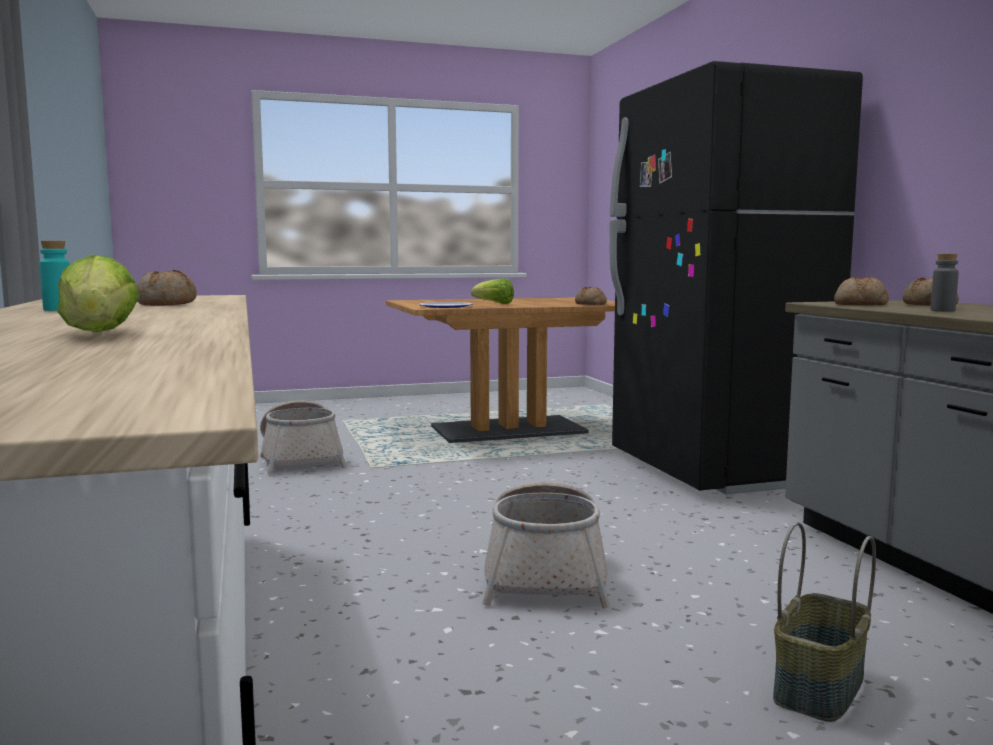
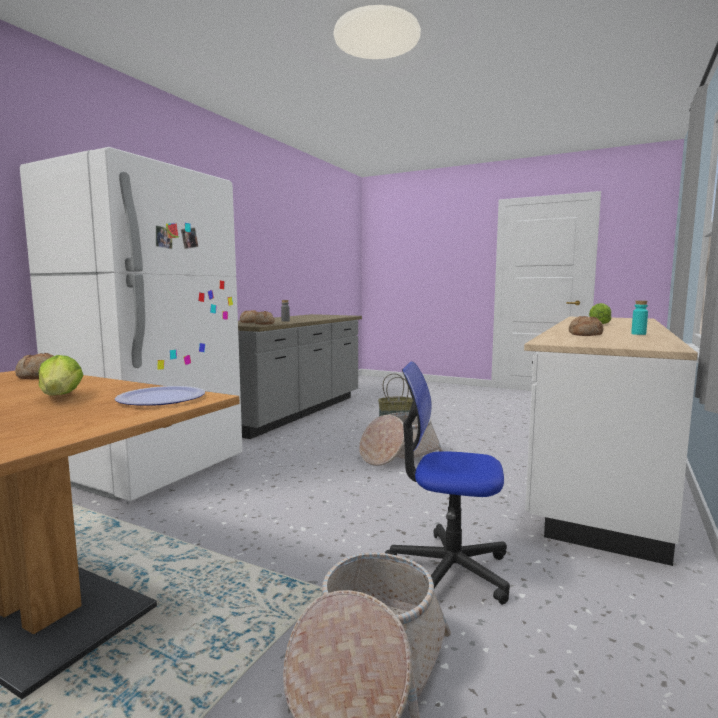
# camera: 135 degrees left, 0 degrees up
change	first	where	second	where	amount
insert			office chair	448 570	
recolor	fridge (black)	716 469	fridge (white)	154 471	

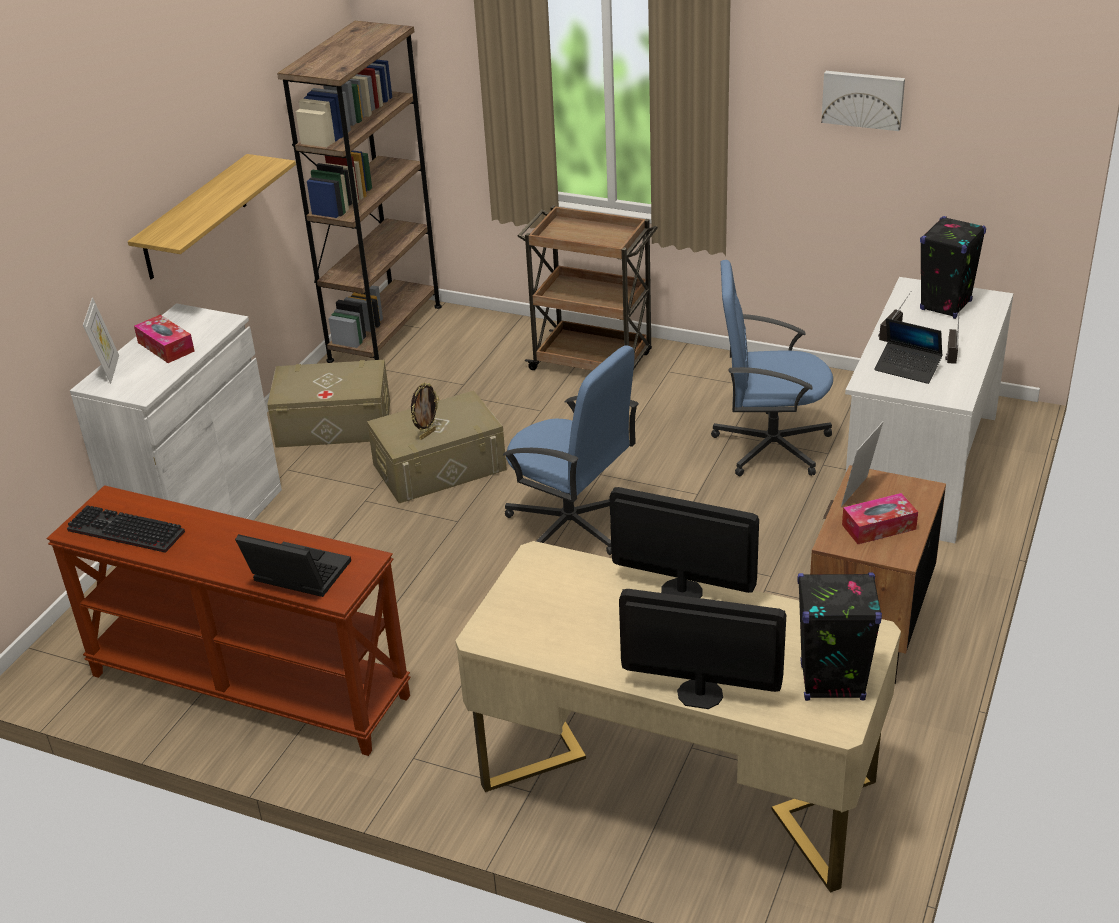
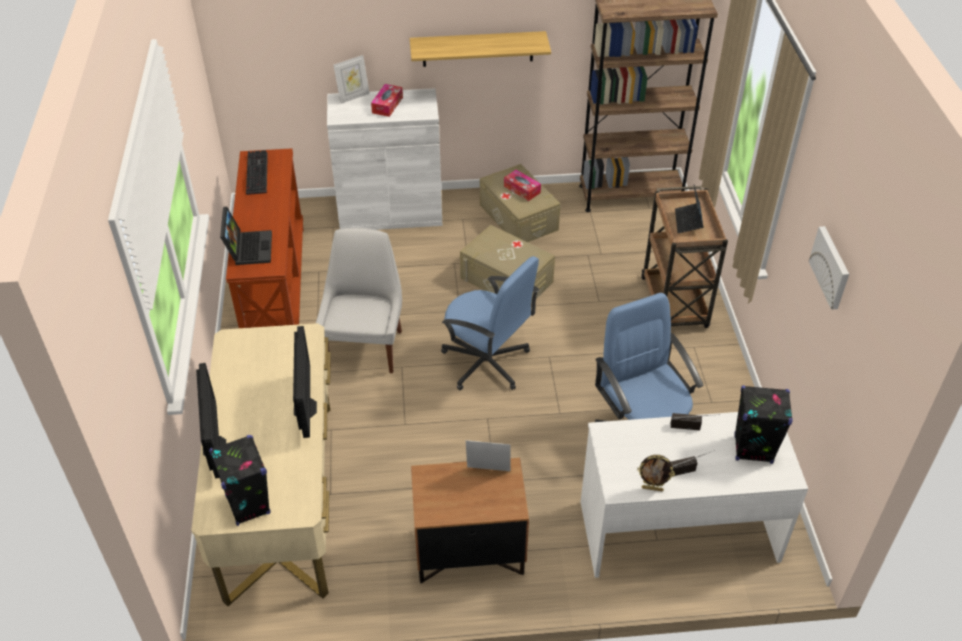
# camera: 60 degrees right, 10 degrees up
change	first	where	second	where	amount
insert			chair (white)	365 347	
move	picture frame	427 434		652 488	
move	tissue box	878 527		522 189	
move	laptop	907 368		688 221	
rotate	office chair (blue)	571 525		486 363	60 degrees counterclockwise

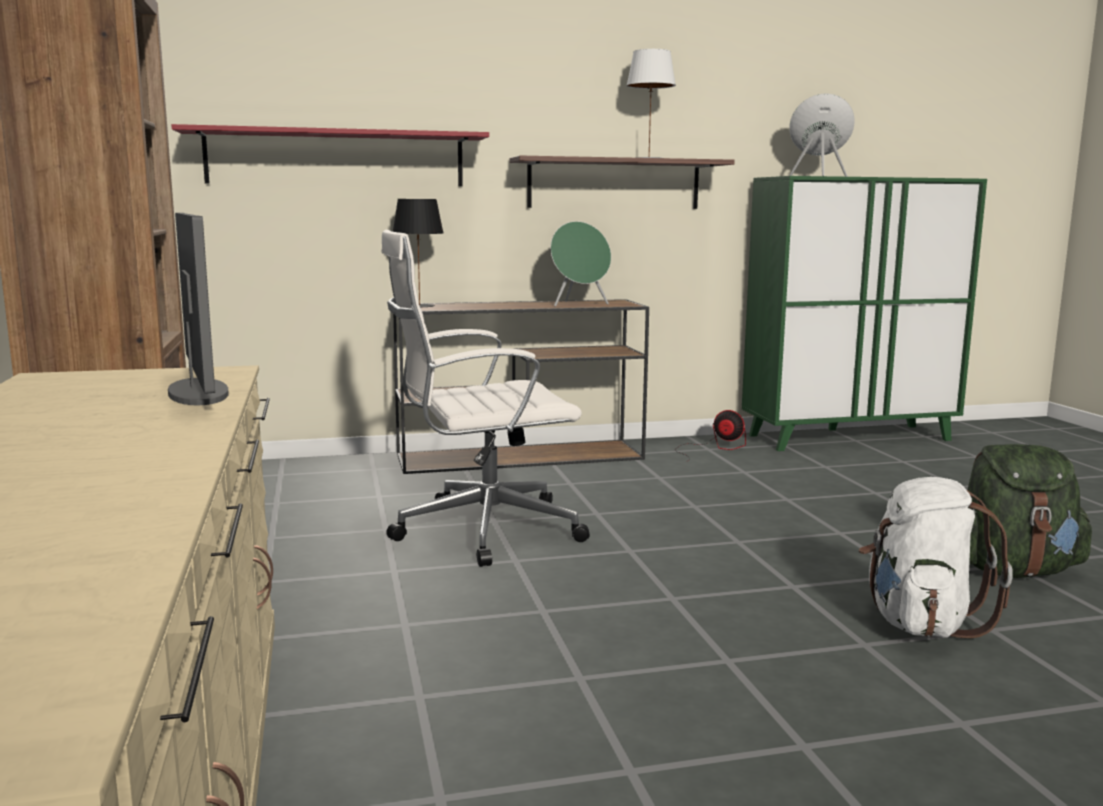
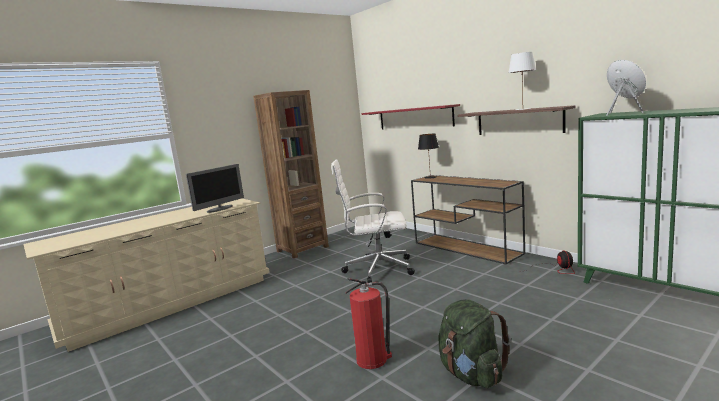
# camera: 65 degrees right, 0 degrees up
change	first	where	second	where	amount
delete	speaker (green)	579 304			
replace	backpack (white)	919 623	fire extinguisher	373 360	
rotate	office chair (white)	482 530		377 269	45 degrees counterclockwise

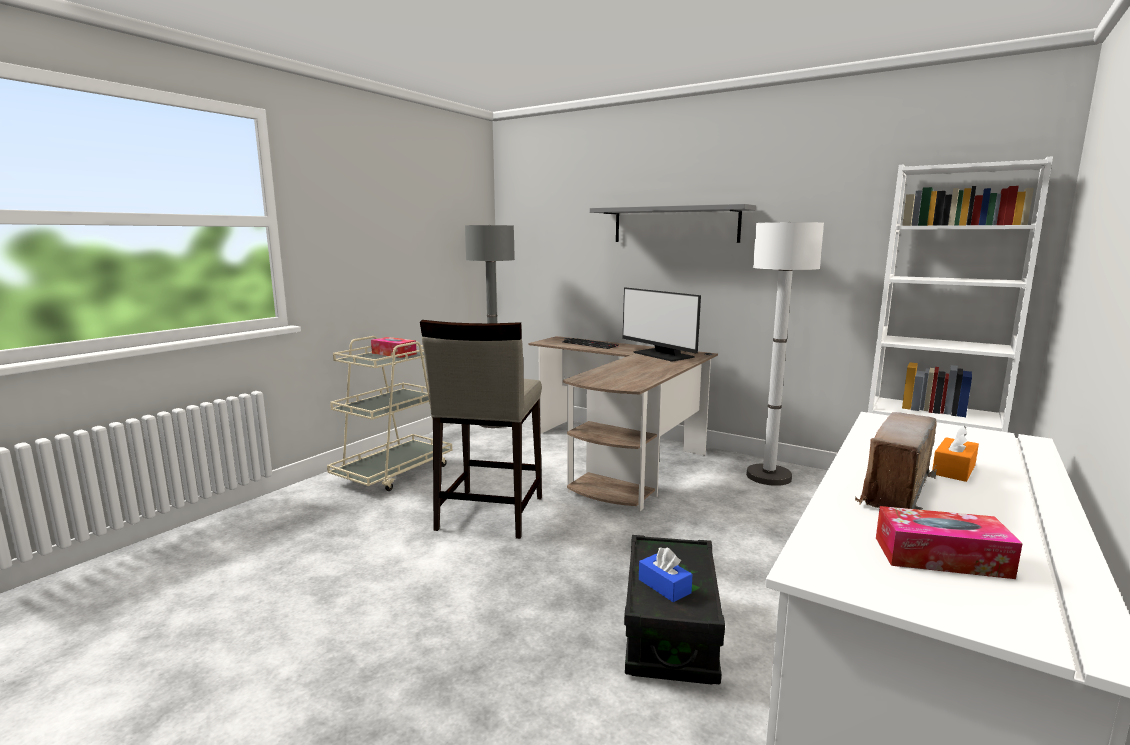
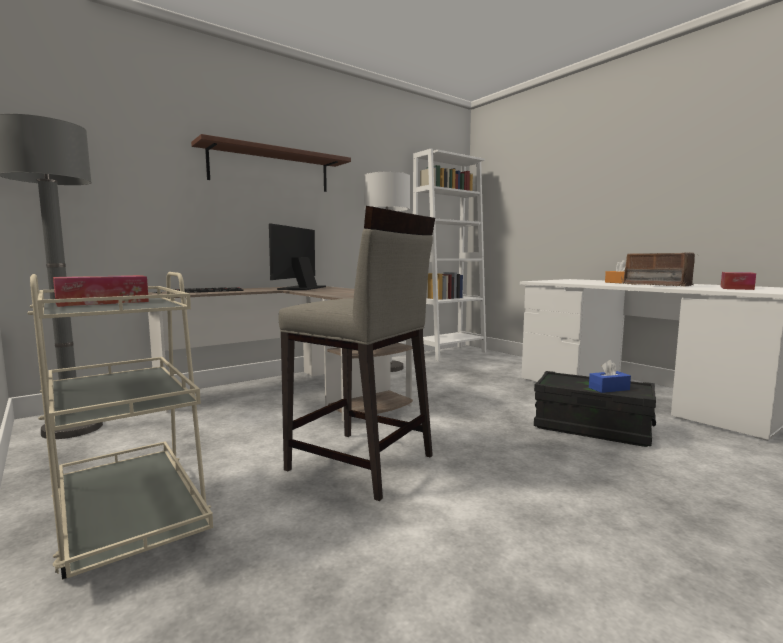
# camera: 70 degrees left, 5 degrees down
change	first	where	second	where	amount
recolor	shelf (grey)	675 224	shelf (brown)	270 169	
rotate	monitor	662 355		301 288	120 degrees clockwise

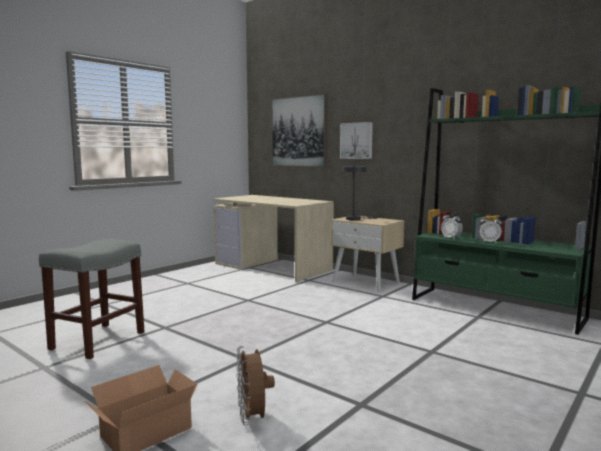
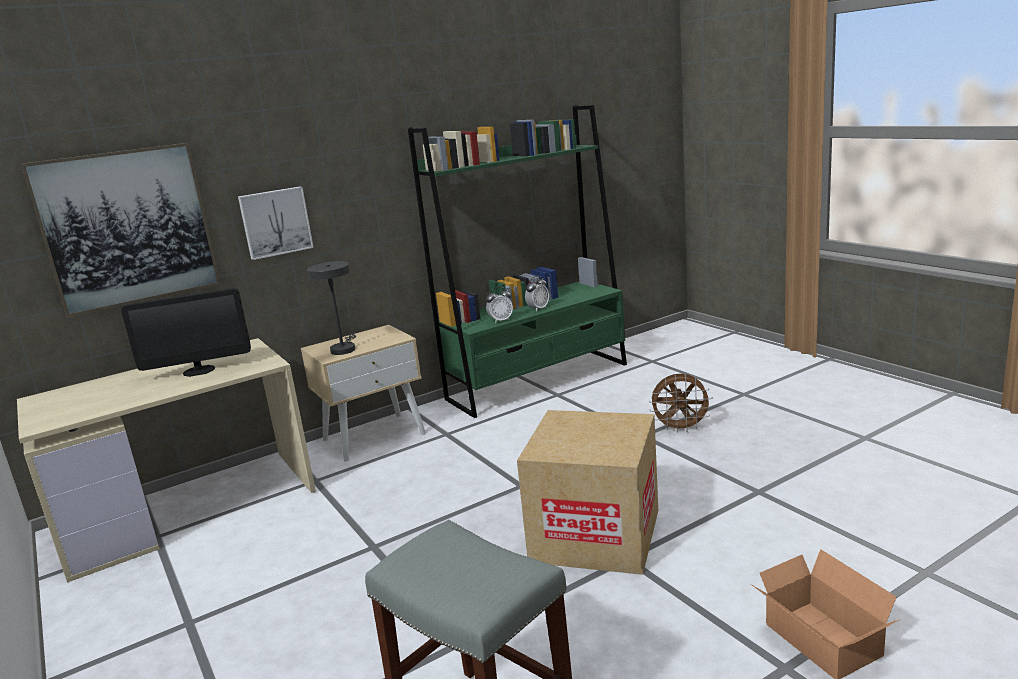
# camera: 70 degrees left, 10 degrees up
change	first	where	second	where	amount
insert			monitor	199 371	
insert			cardboard box	595 535	
move	fan (brown)	253 418		681 428	

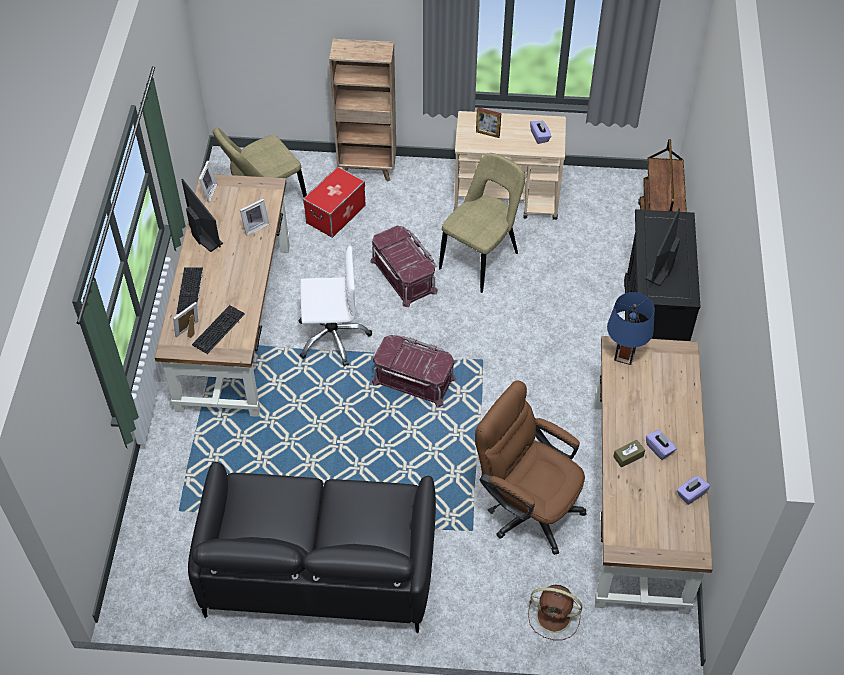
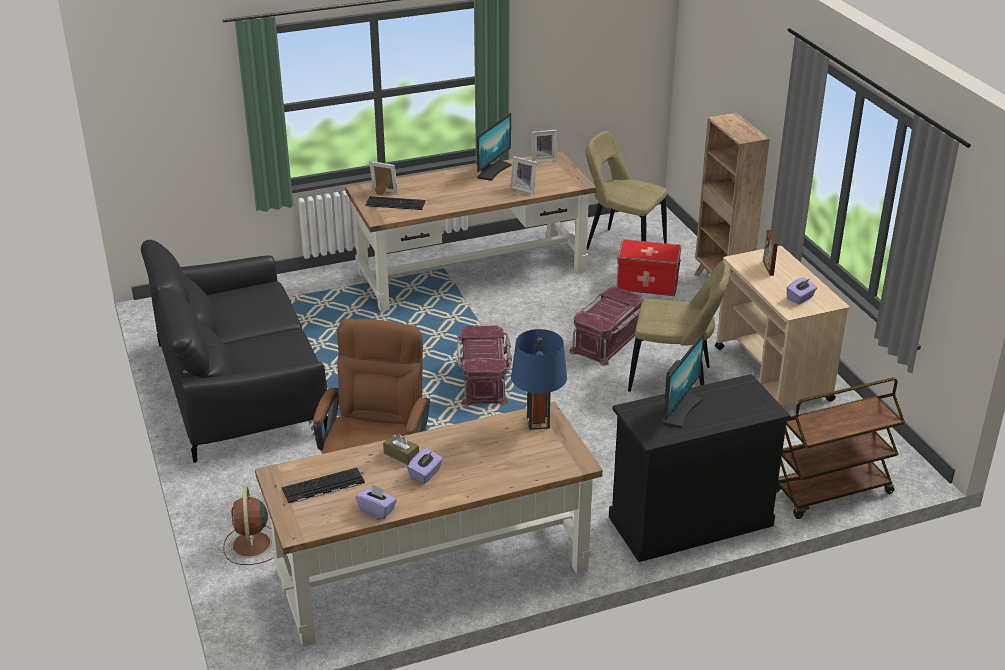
# camera: 65 degrees right, 20 degrees down
change	first	where	second	where	amount
delete	office chair (white)	332 336			
move	keyboard	190 291		322 487	
rotate	monitor	661 268		679 410	120 degrees clockwise

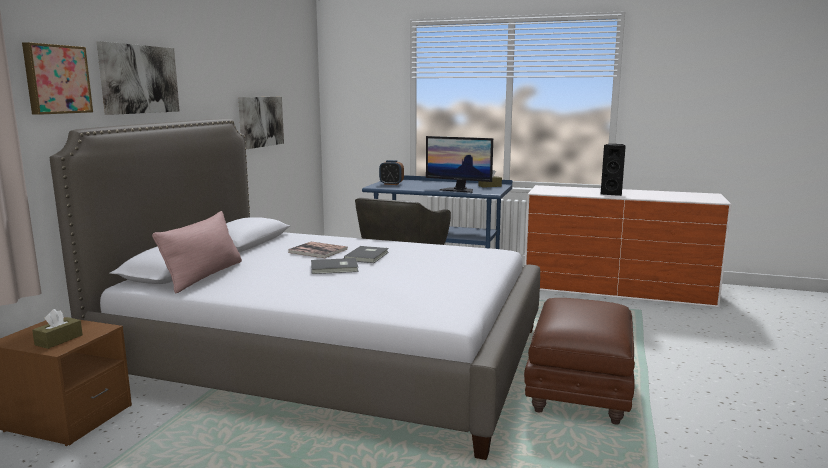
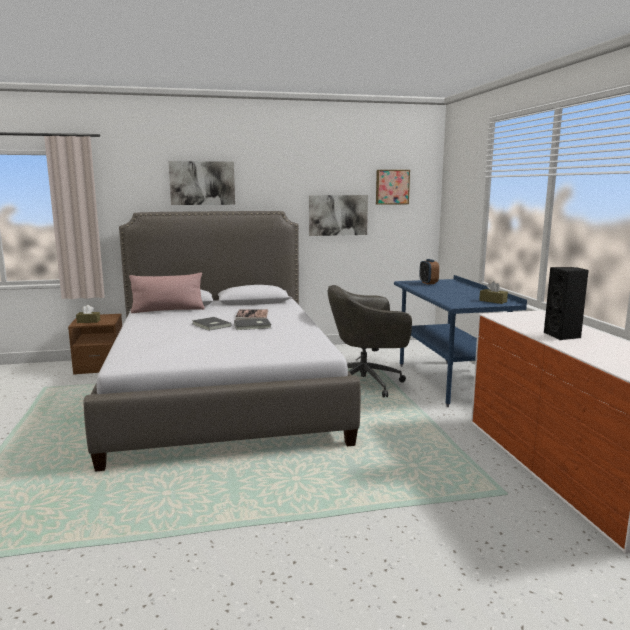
# camera: 60 degrees right, 0 degrees up
change	first	where	second	where	amount
delete	monitor	459 190			
delete	ottoman (brown)	578 391			
move	picture	56 79		392 187	

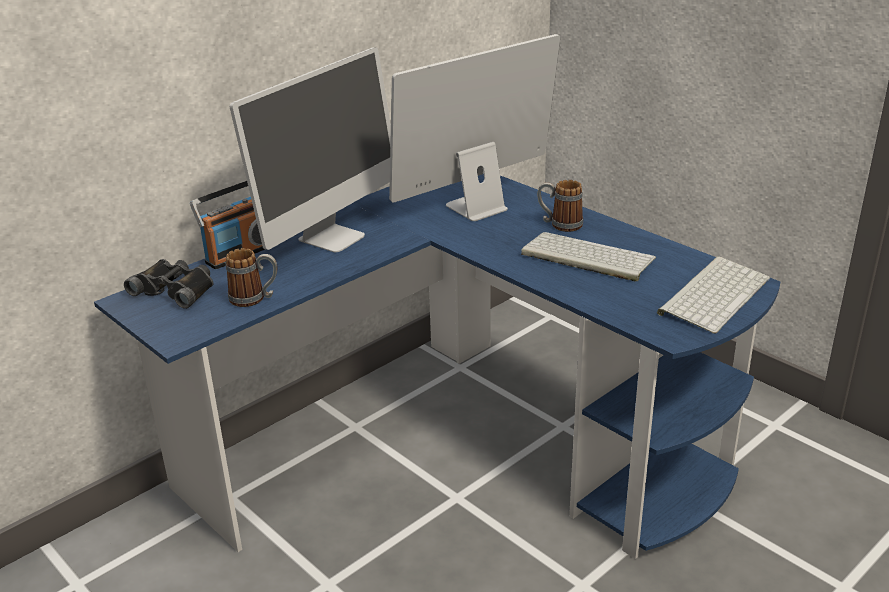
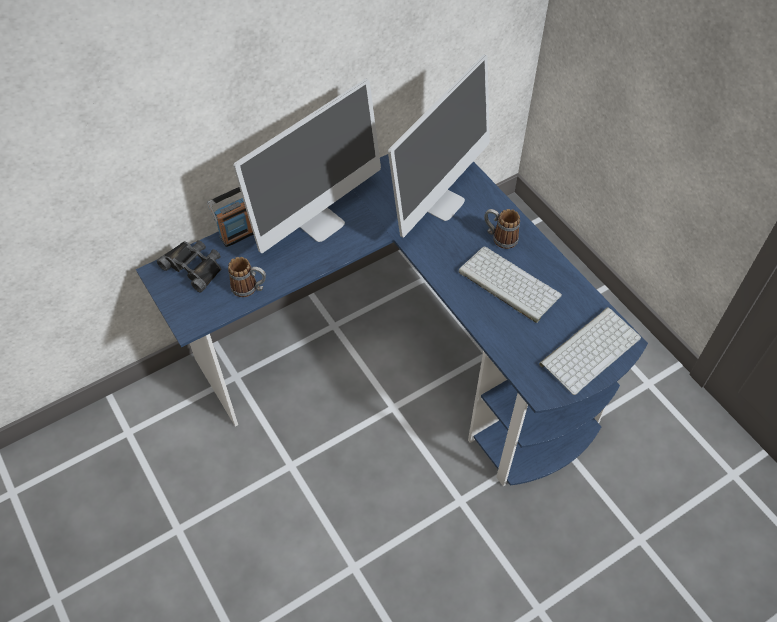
# camera: 10 degrees right, 25 degrees up
change	first	where	second	where	amount
rotate	monitor	476 207		439 202	150 degrees clockwise

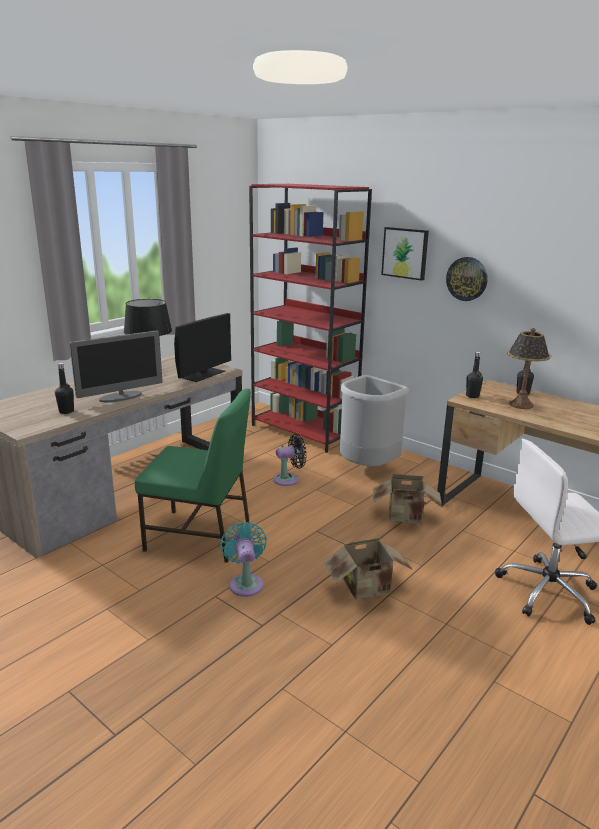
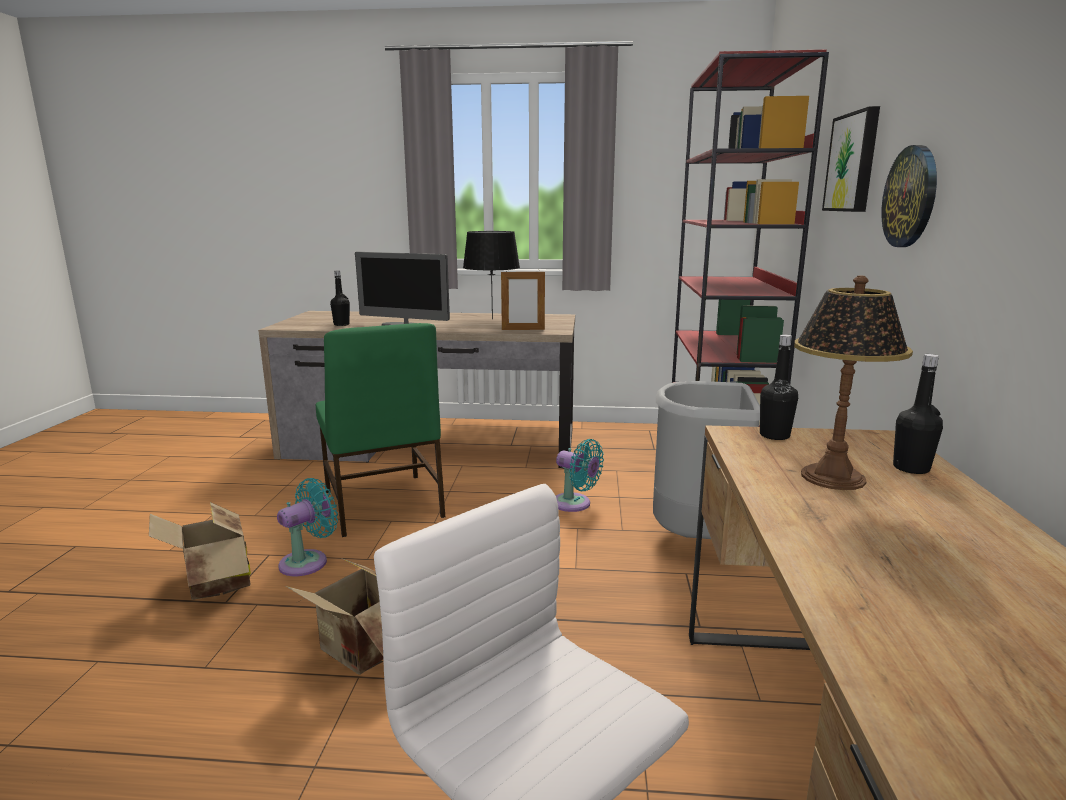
# camera: 55 degrees right, 5 degrees down
change	first	where	second	where	amount
move	cardboard box	406 517		213 584	
replace	monitor	203 374	picture frame	523 329	
recolor	fan (black)	289 479	fan (turquoise)	575 504	

